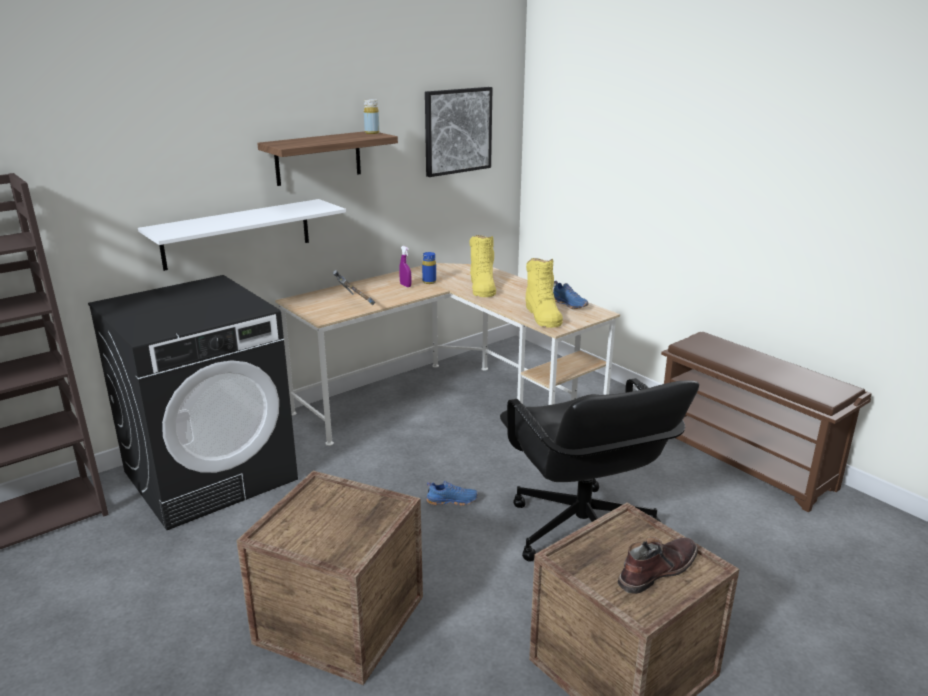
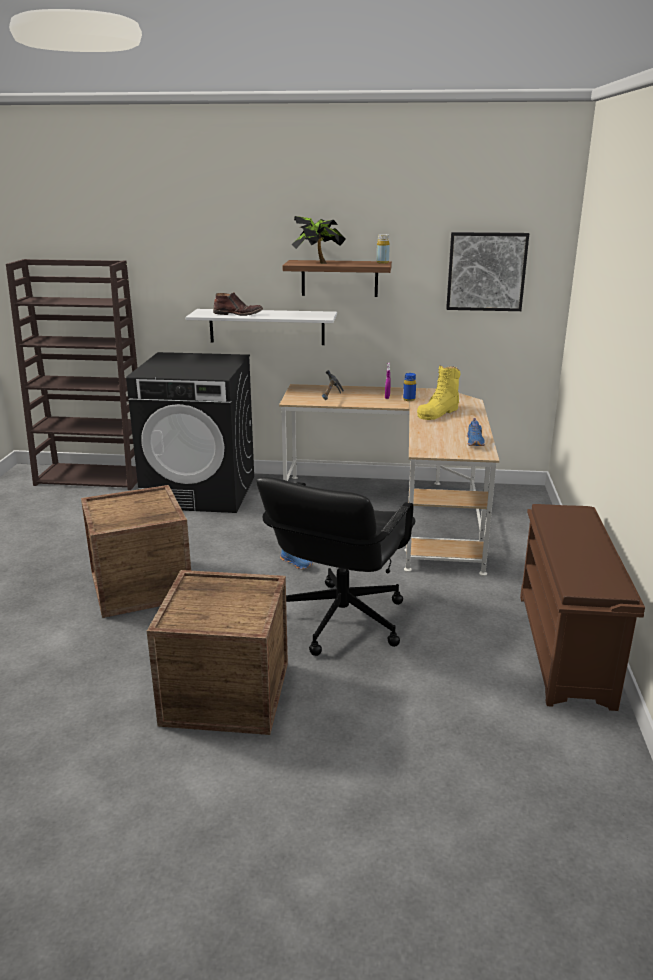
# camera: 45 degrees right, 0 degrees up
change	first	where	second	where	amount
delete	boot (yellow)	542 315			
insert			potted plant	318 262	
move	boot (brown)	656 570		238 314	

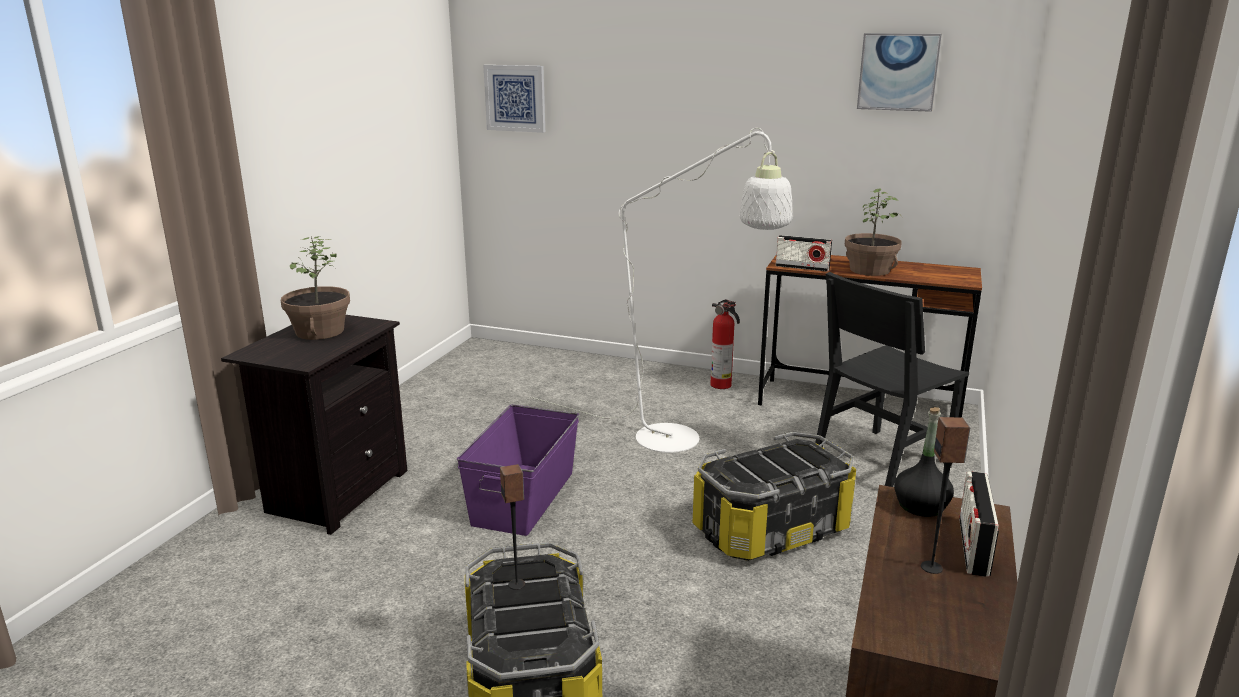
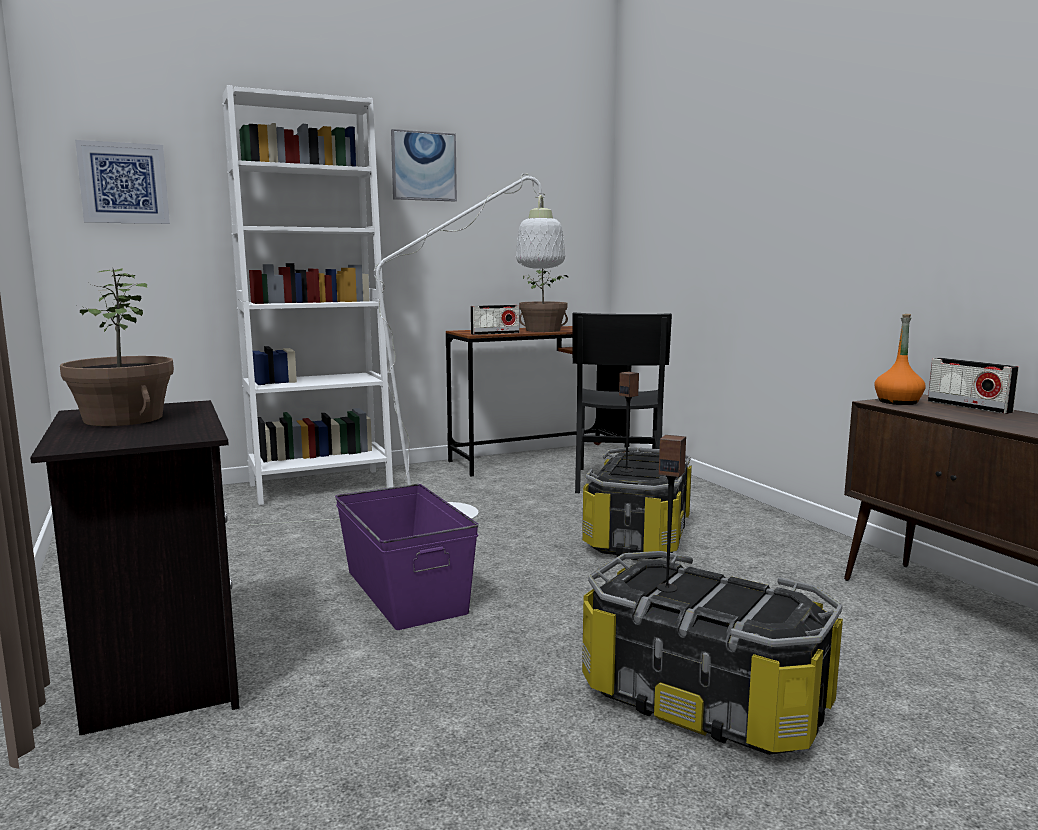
# camera: 45 degrees left, 10 degrees down
change	first	where	second	where	amount
delete	fire extinguisher	722 385			
insert			bookcase (white)	320 486	
move	picture	898 72		423 166	
move	speaker	932 567		626 470	
recolor	bottle (black)	920 506	bottle (orange)	898 402	

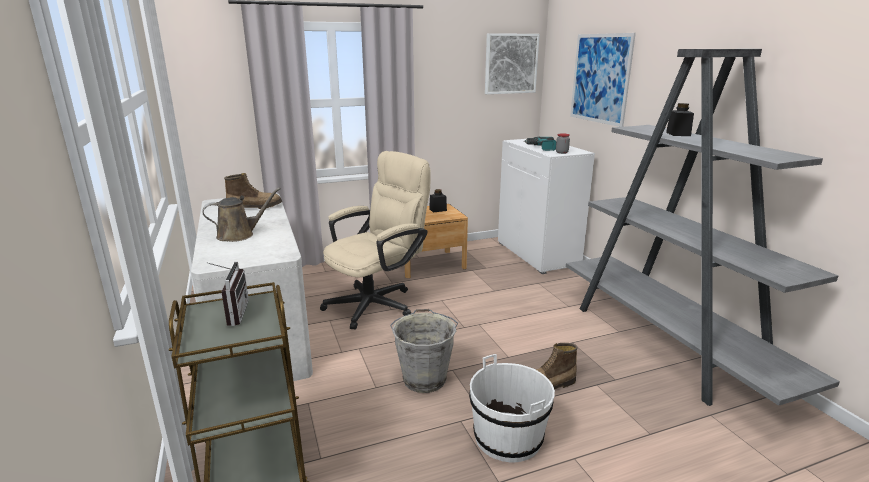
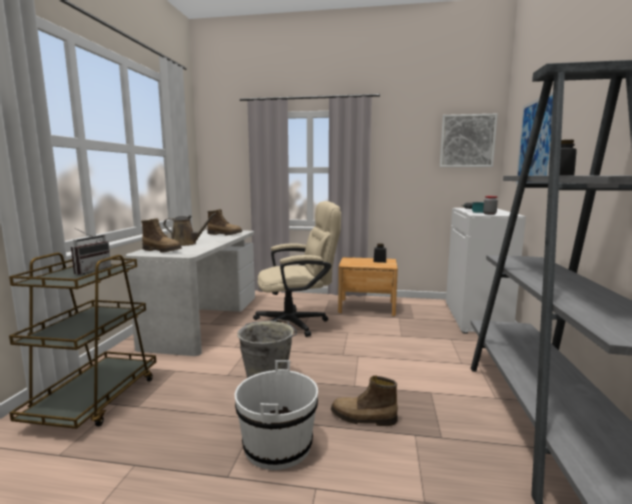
# camera: 30 degrees right, 10 degrees down
change	first	where	second	where	amount
insert			boot	162 251	

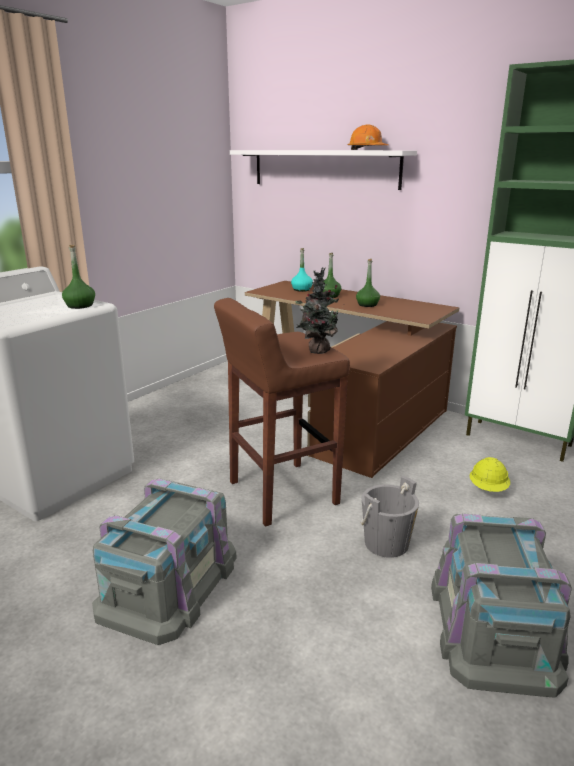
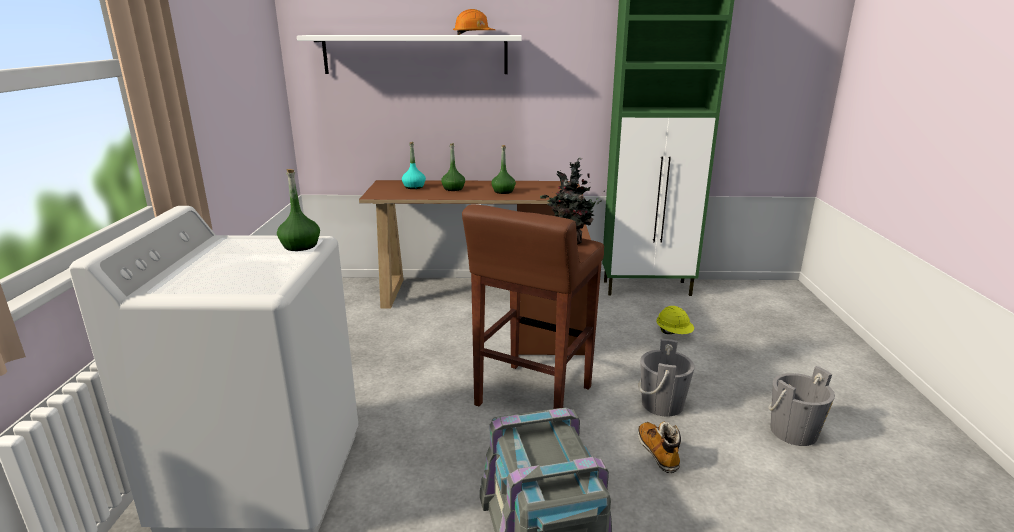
# camera: 35 degrees left, 0 degrees up
change	first	where	second	where	amount
insert			boot	658 452	
replace	storage box (grey)	494 626	bucket (grey)	793 432	

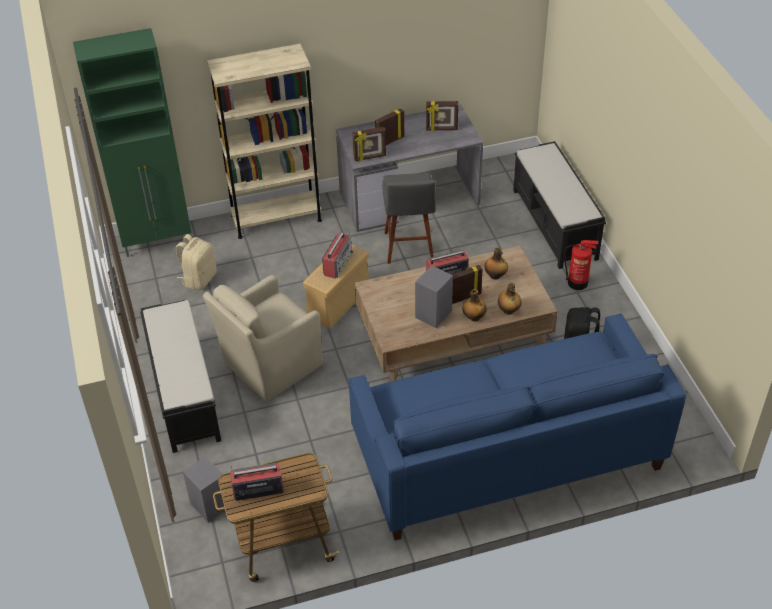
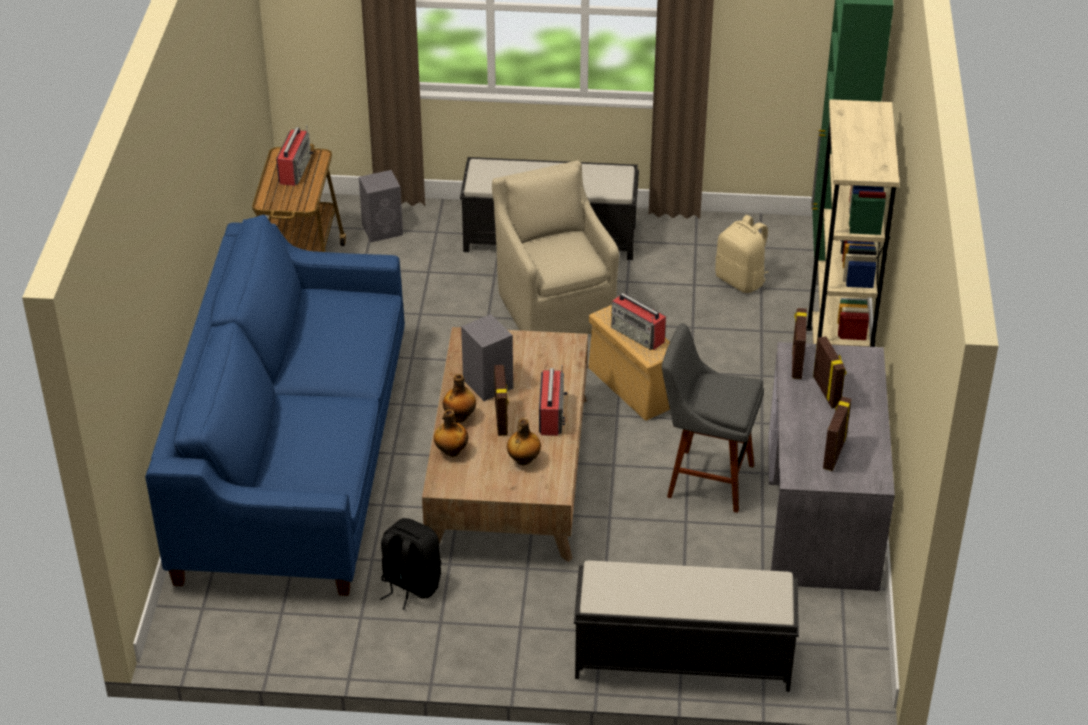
# camera: 110 degrees right, 5 degrees down
change	first	where	second	where	amount
delete	fire extinguisher	578 283			

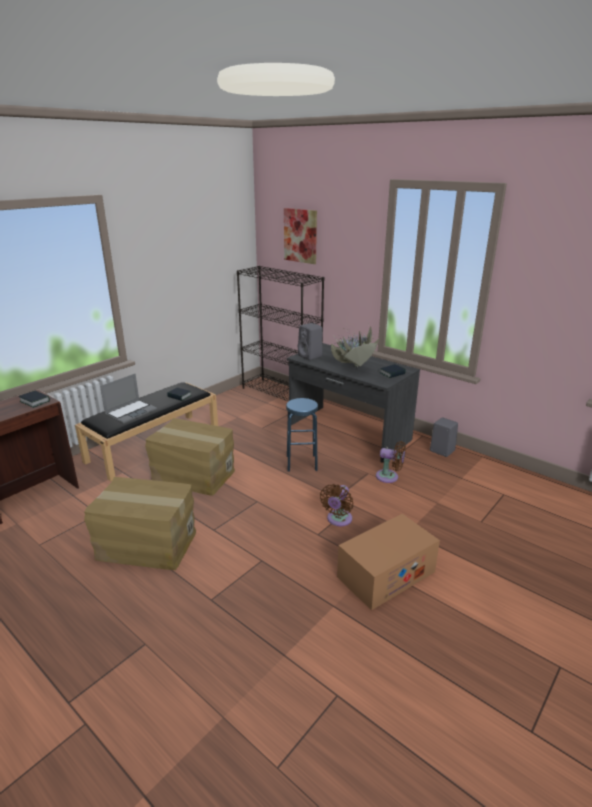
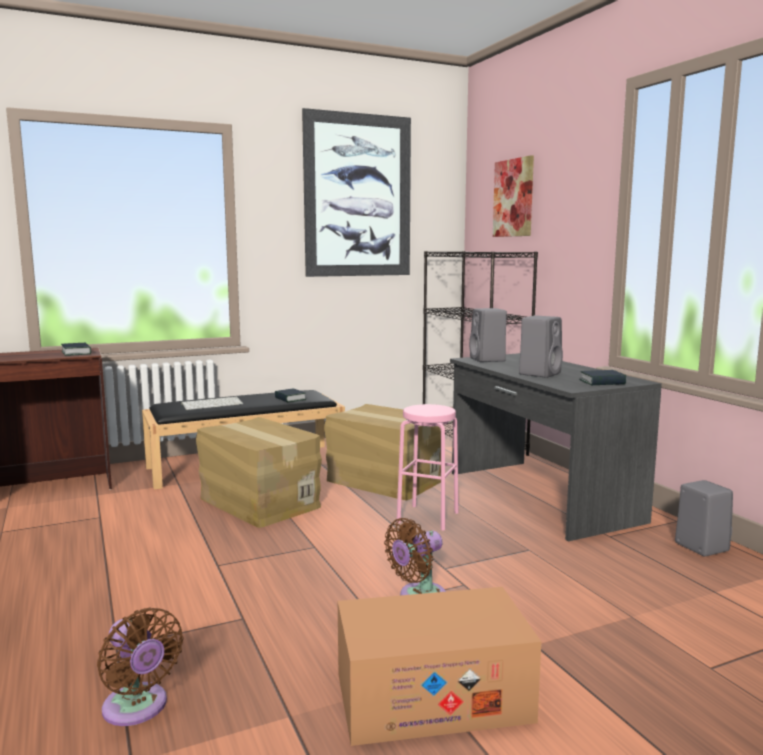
# camera: 25 degrees right, 15 degrees down
change	first	where	second	where	amount
insert			picture	358 196	
move	cardboard box	146 545		383 481	
move	fan (brown)	389 477		138 709	
replace	laptop	131 412	keyboard	212 404	
replace	potted plant	353 369	speaker (grey)	540 373	
recolor	stool (blue)	301 463	stool (pink)	427 517	

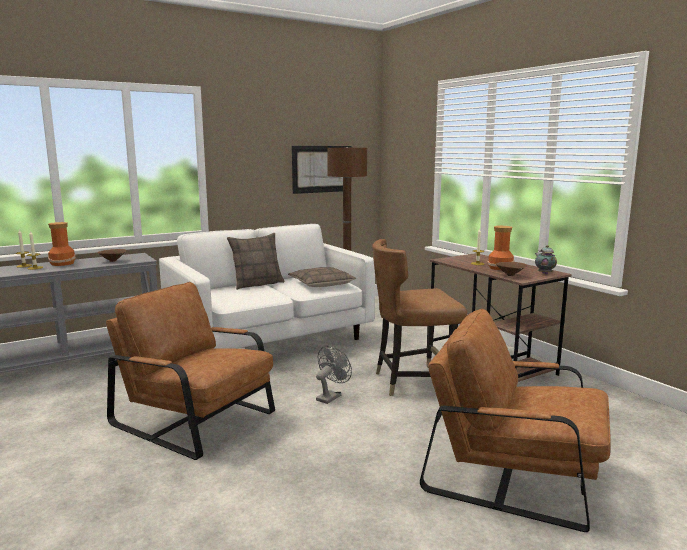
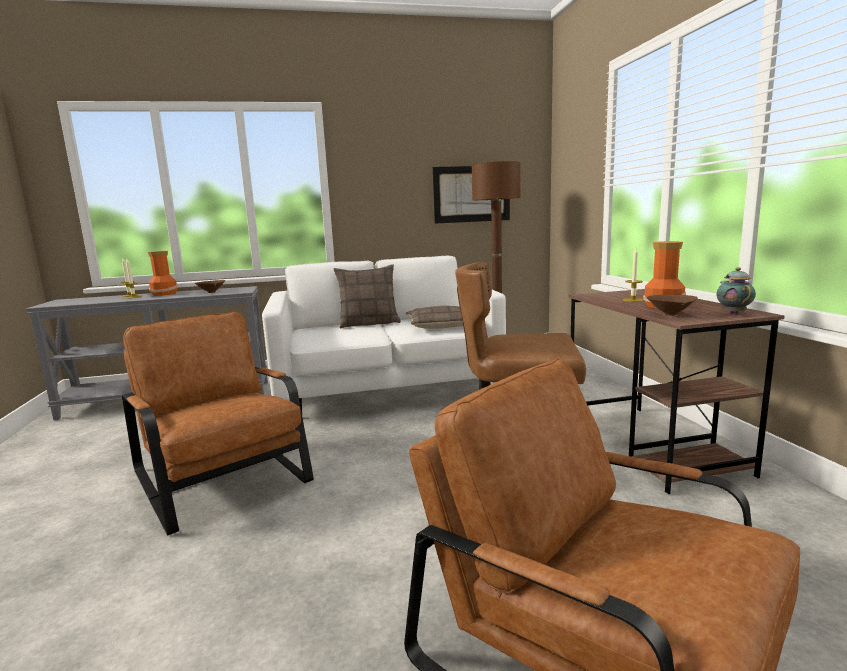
# camera: 20 degrees right, 0 degrees up
change	first	where	second	where	amount
delete	fan (grey)	331 396			

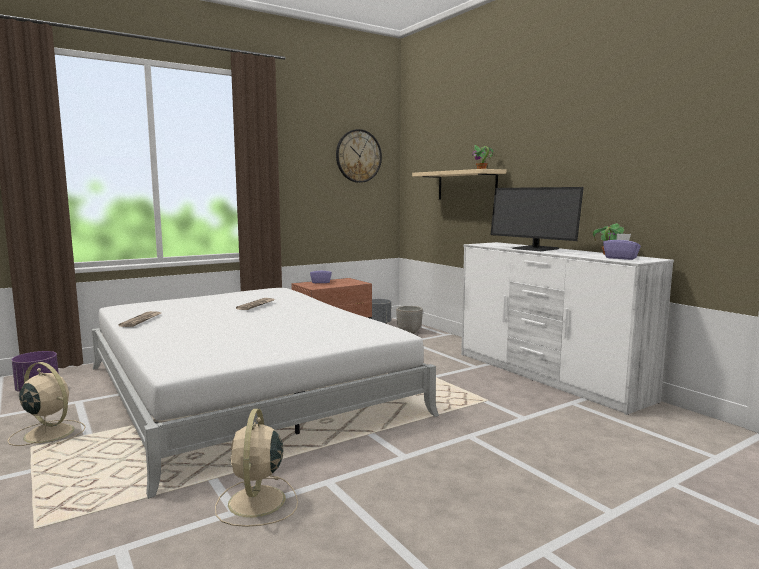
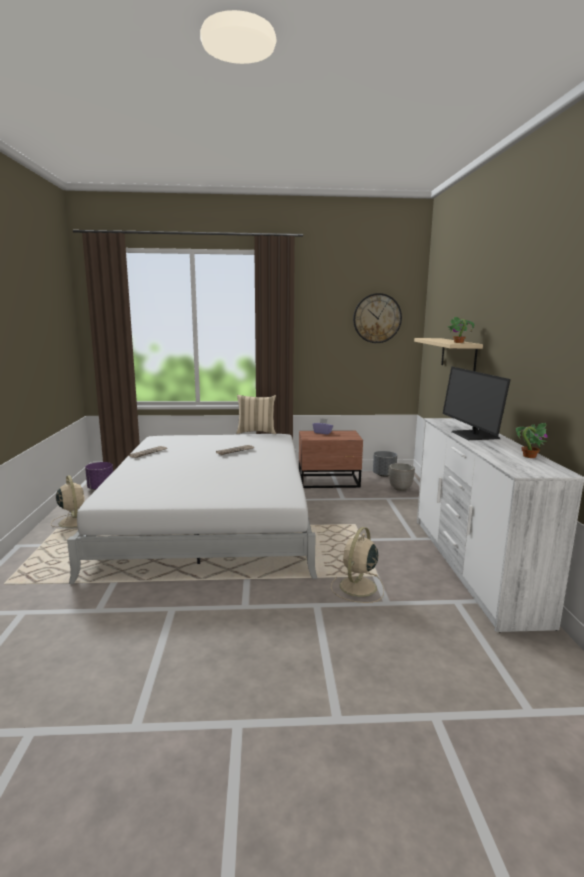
# camera: 30 degrees right, 5 degrees up
change	first	where	second	where	amount
delete	tissue box (purple)	621 258			
insert			pillow (beige)	256 432	
move	fan (beige)	256 503		357 587	

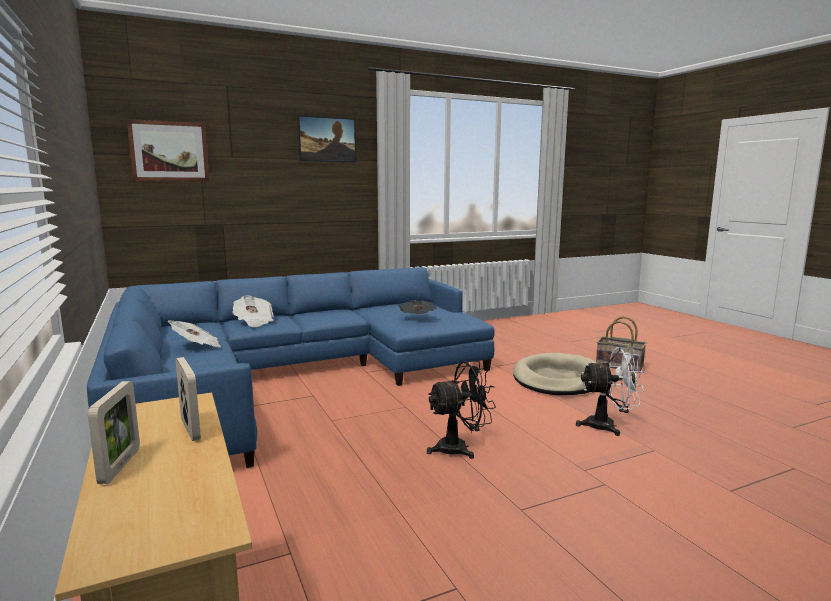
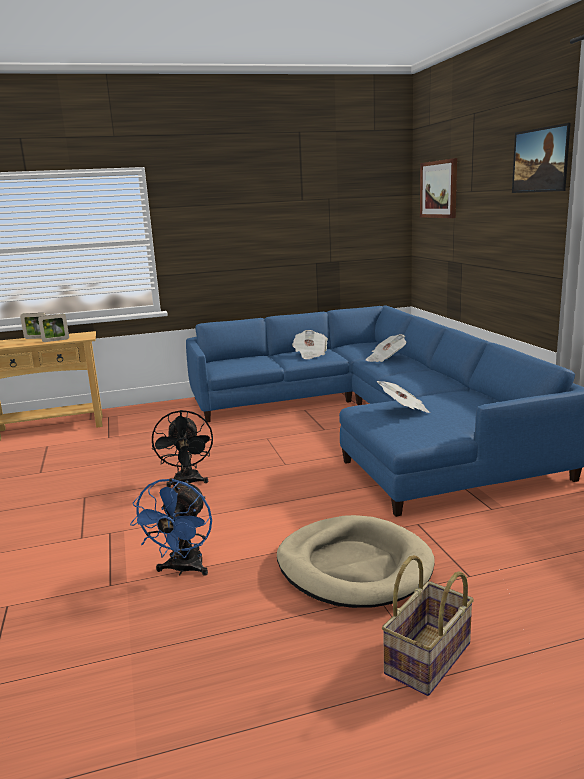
# camera: 100 degrees right, 5 degrees up
change	first	where	second	where	amount
recolor	fan (white)	608 426	fan (blue)	183 570	

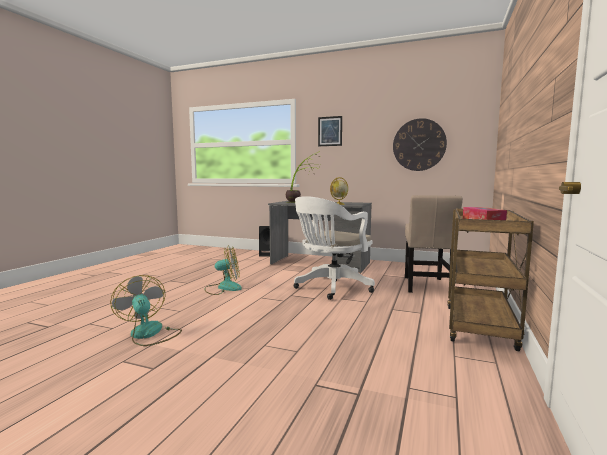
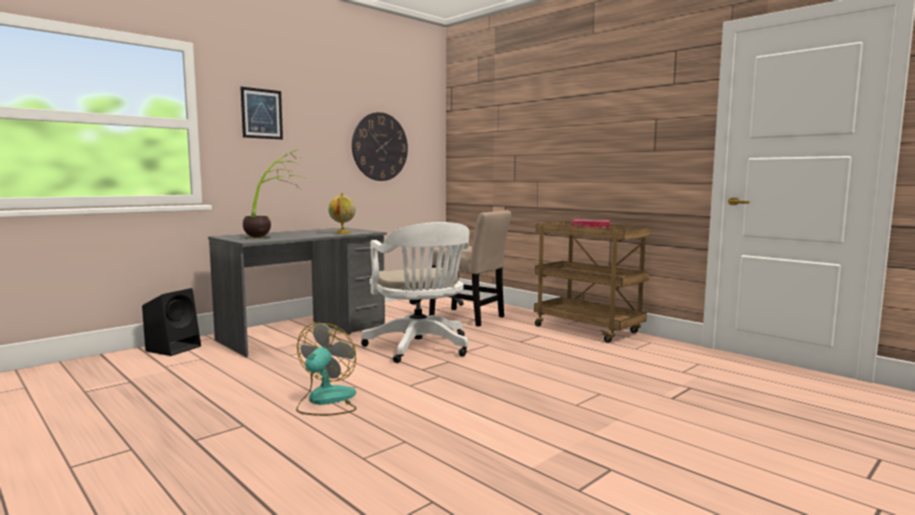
# camera: 65 degrees left, 0 degrees up
change	first	where	second	where	amount
delete	fan	149 334			

